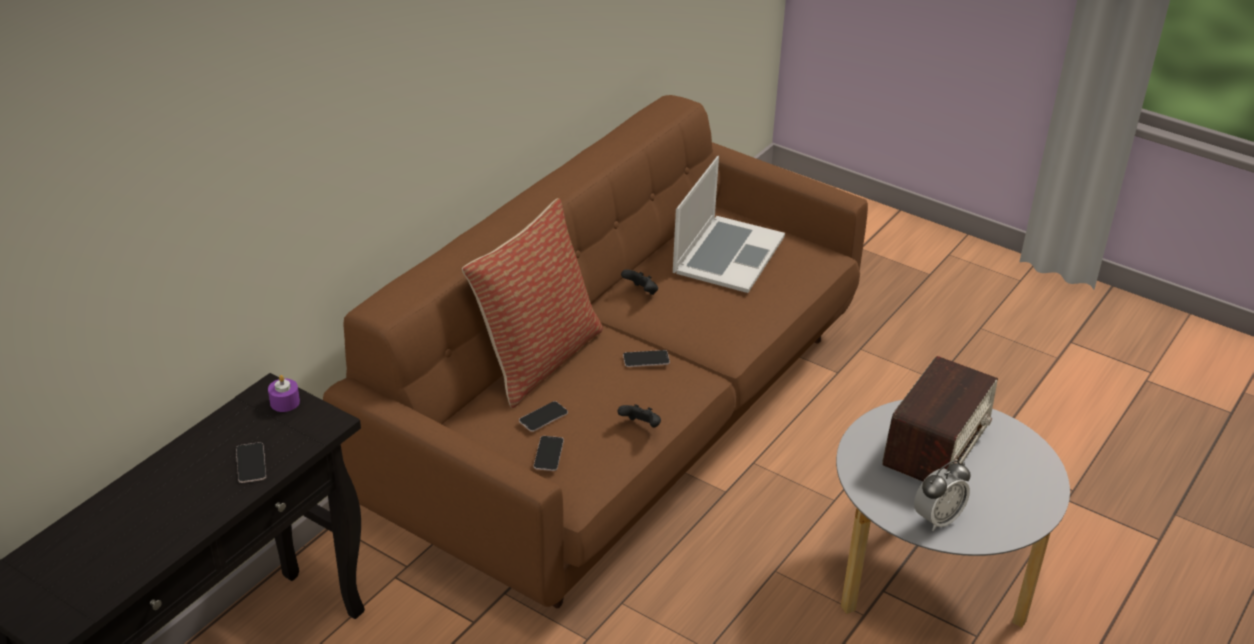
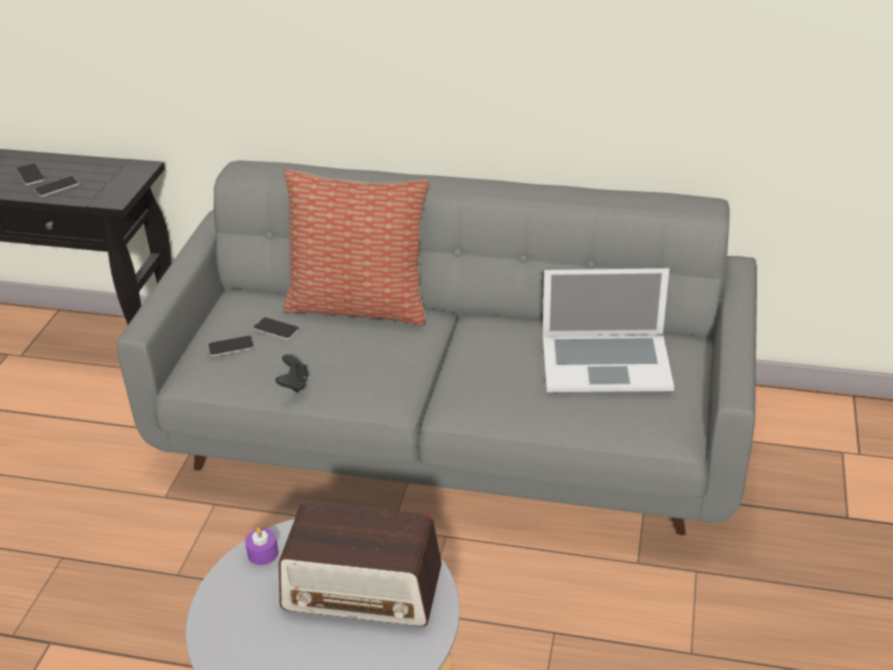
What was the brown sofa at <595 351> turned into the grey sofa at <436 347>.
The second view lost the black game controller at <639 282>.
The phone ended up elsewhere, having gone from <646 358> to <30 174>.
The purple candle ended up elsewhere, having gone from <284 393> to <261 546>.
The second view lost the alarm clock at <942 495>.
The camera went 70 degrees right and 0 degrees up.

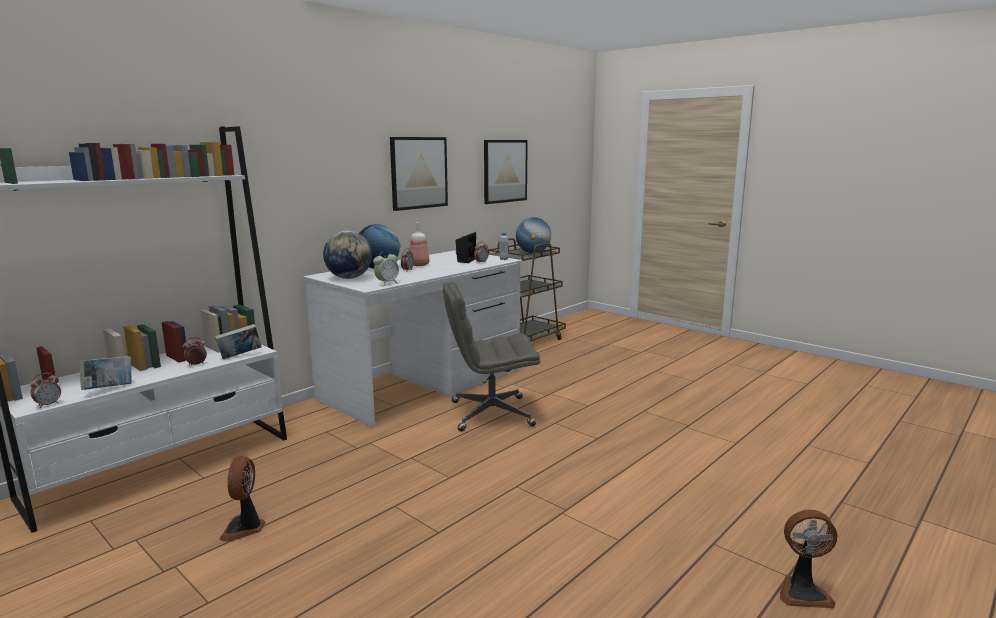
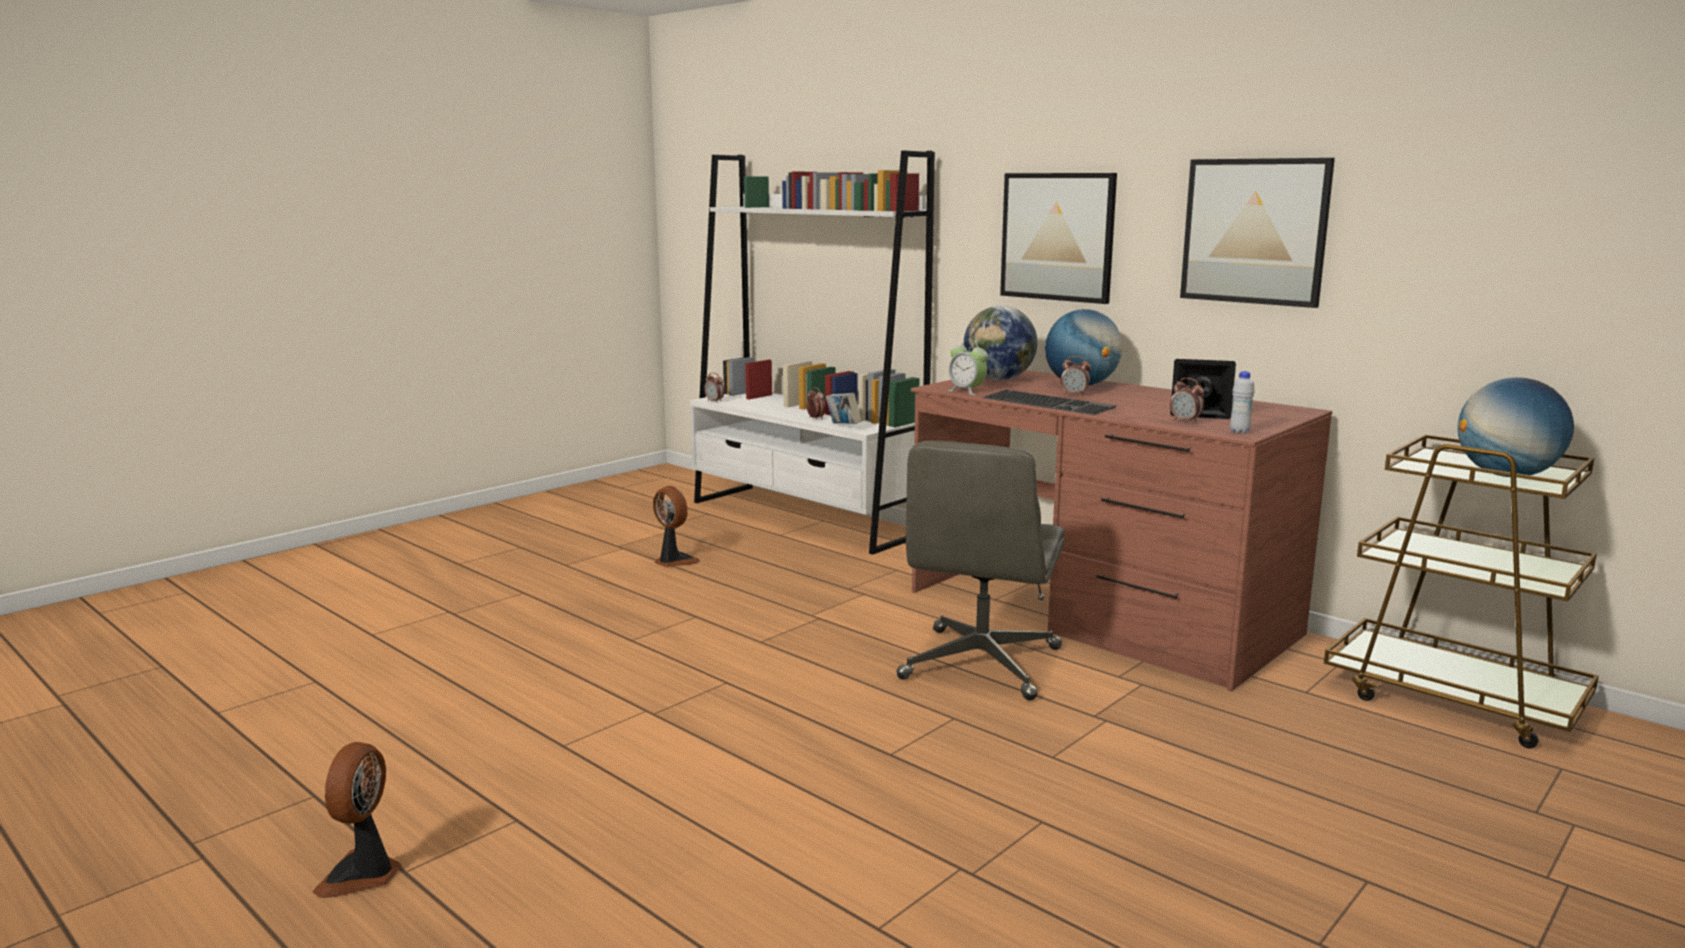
The picture ended up elsewhere, having gone from <506 172> to <1058 238>.
The second view lost the bottle at <419 244>.
What was the white desk at <412 339> turned into the brown desk at <1121 530>.
The grey office chair at <491 356> ended up facing another way, 150 degrees counterclockwise from before.
The second view lost the book at <105 373>.
The fan at <242 499> ended up facing another way, 45 degrees clockwise from before.
The second view gained the keyboard at <1049 402>.
The camera went 90 degrees right and 0 degrees up.

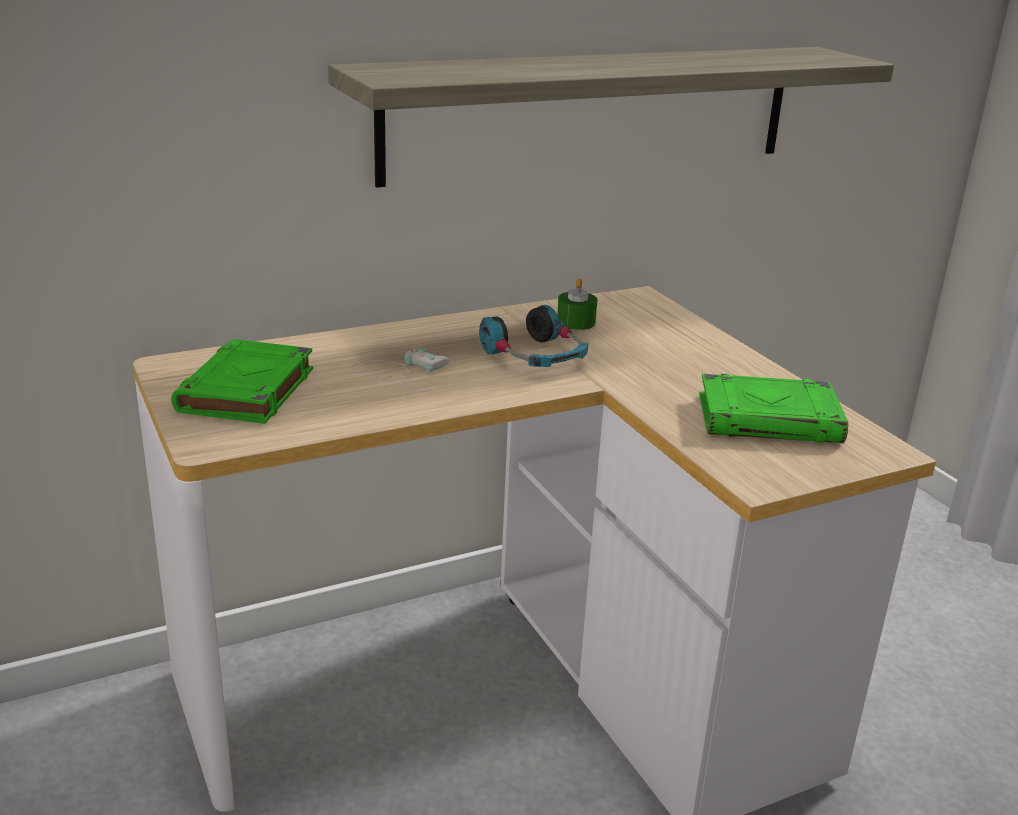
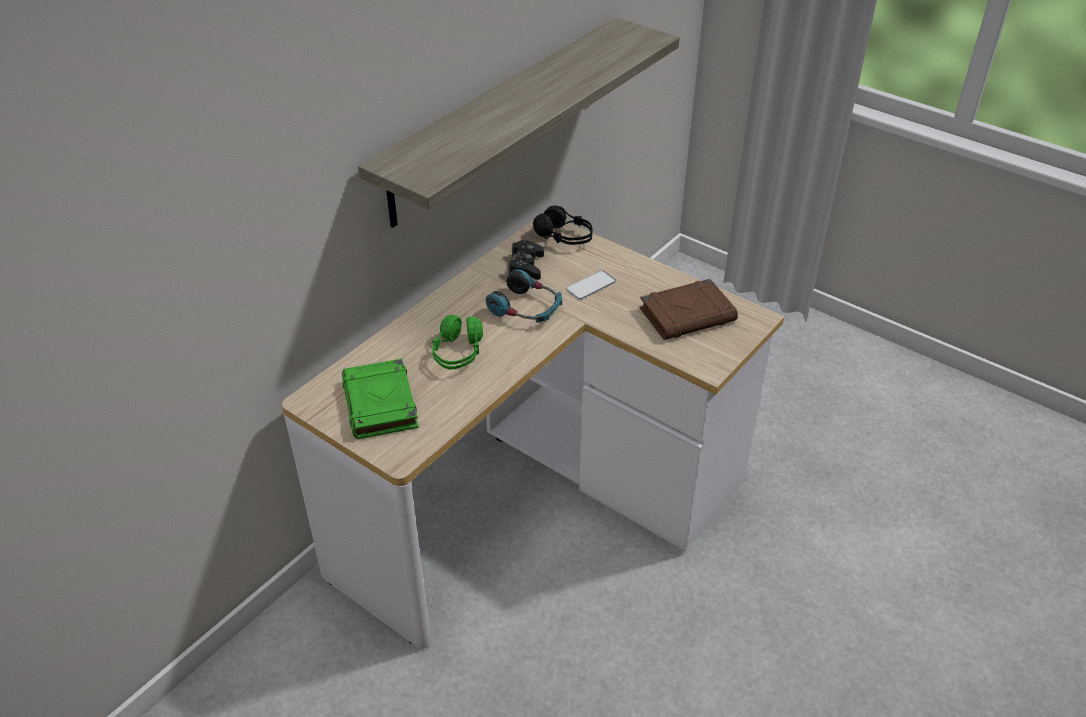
Where the green candle stood at <577 304>, the black game controller came to stand at <526 260>.
Where the white game controller stood at <399 370>, the green headphones came to stand at <457 342>.
What was the green book at <773 408> turned into the brown book at <688 309>.
The second view gained the black headphones at <563 225>.
The second view gained the phone at <591 284>.
The camera went 25 degrees left and 15 degrees up.

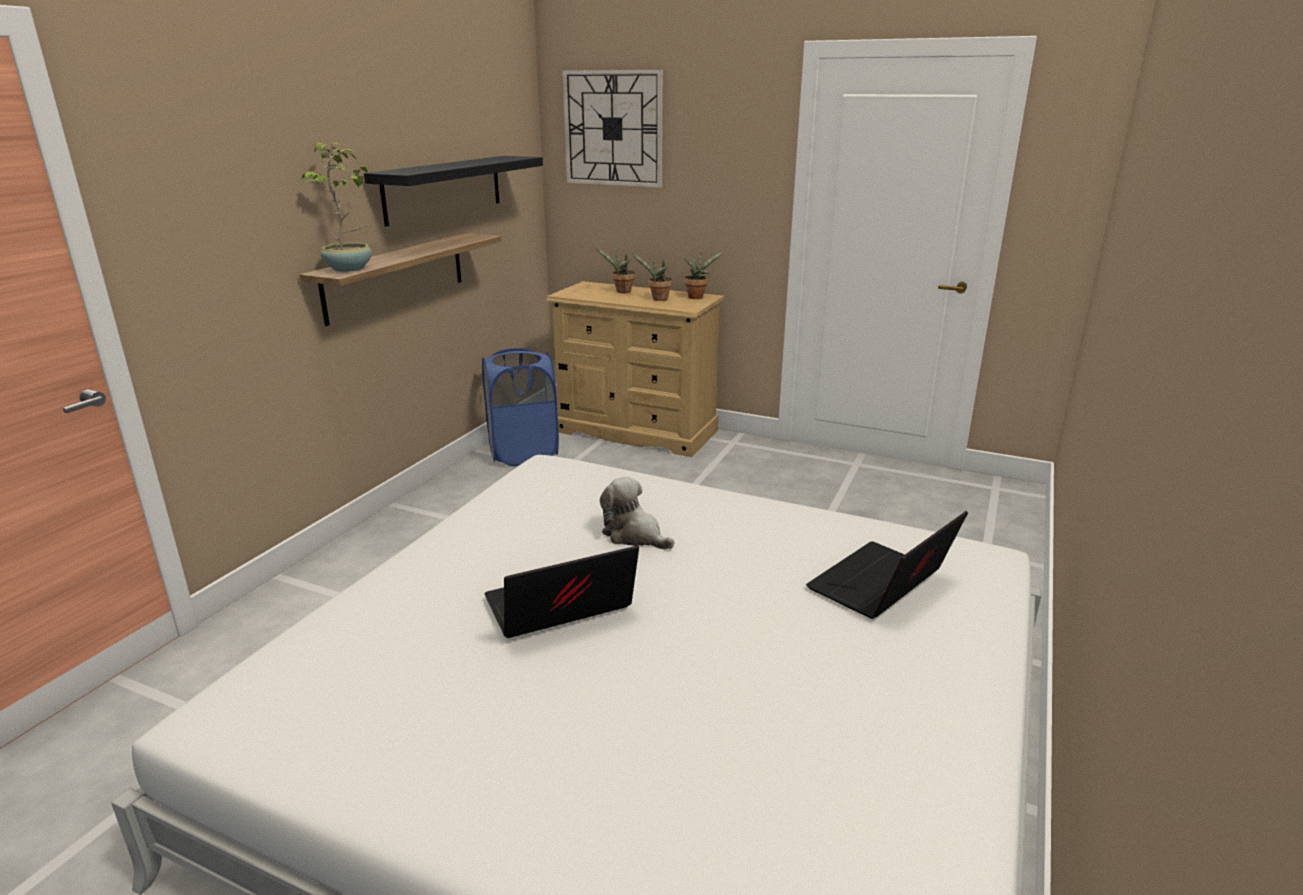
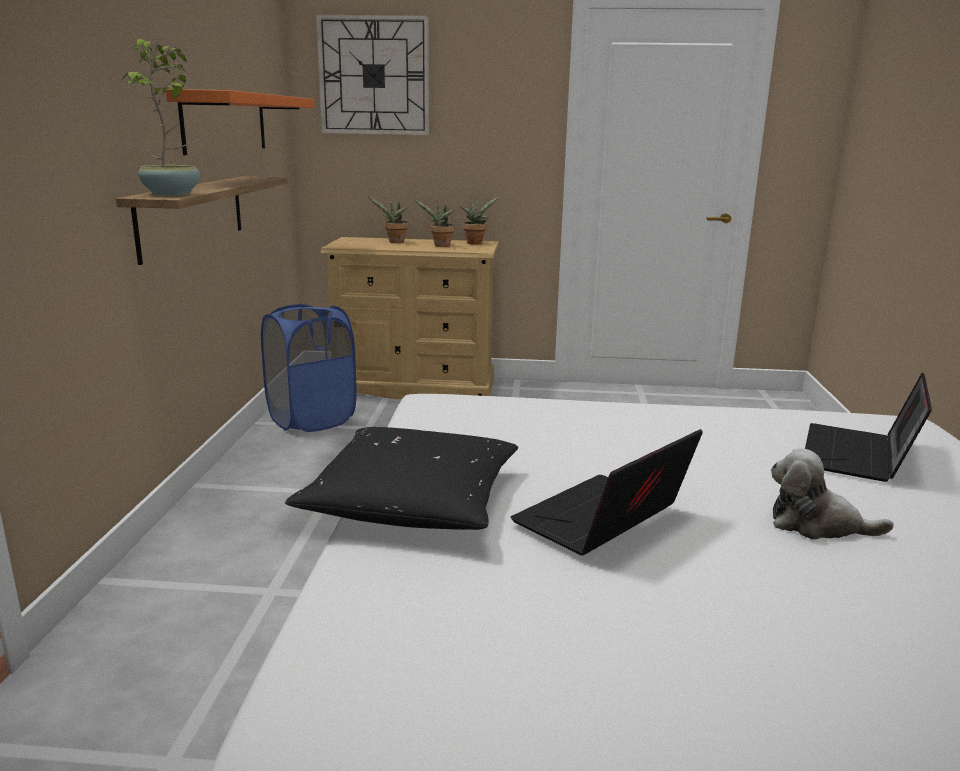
What was the black shelf at <453 191> turned into the orange shelf at <240 122>.
The plush toy ended up elsewhere, having gone from <637 513> to <832 493>.
The second view gained the black pillow at <401 478>.
The camera went 20 degrees left and 5 degrees down.

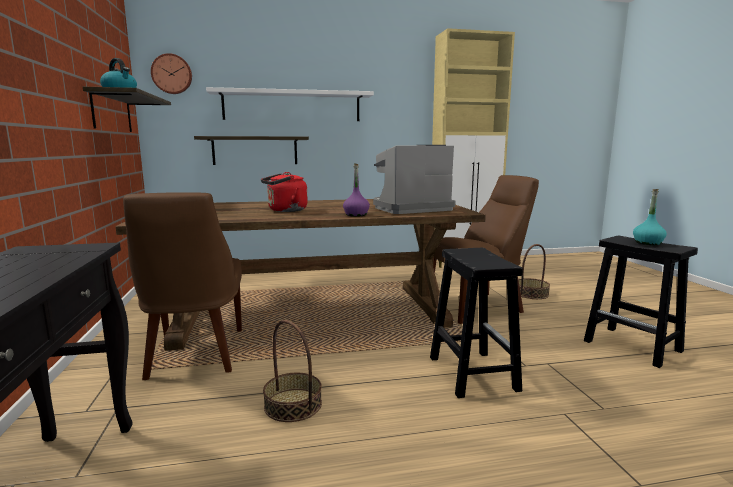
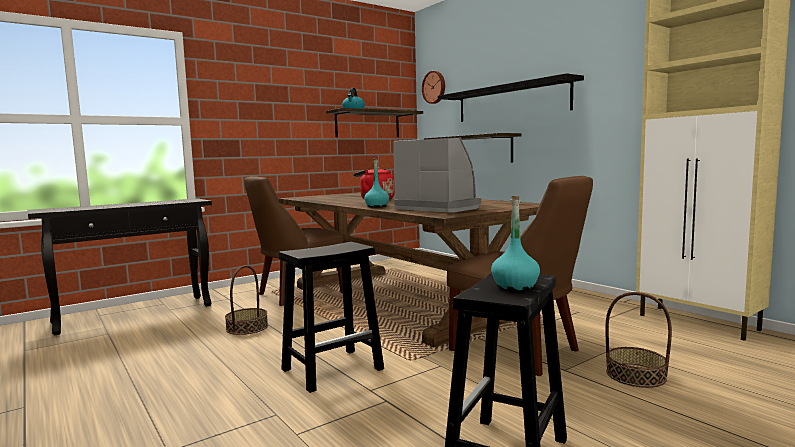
What was the white shelf at <290 104> turned into the black shelf at <511 97>.
What was the purple bottle at <356 190> turned into the turquoise bottle at <376 183>.
The camera went 65 degrees right and 5 degrees down.

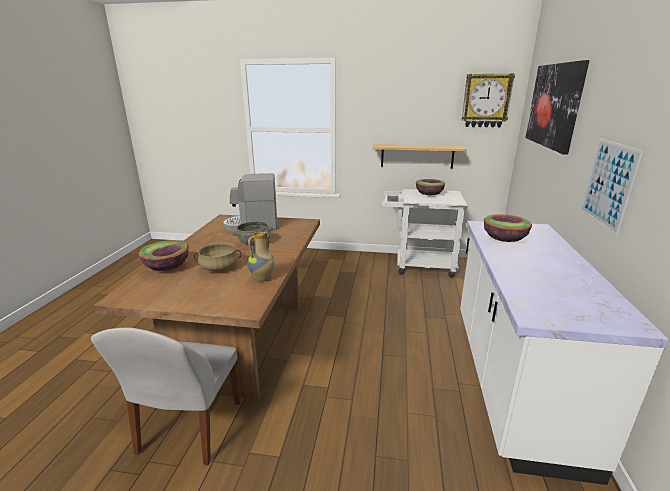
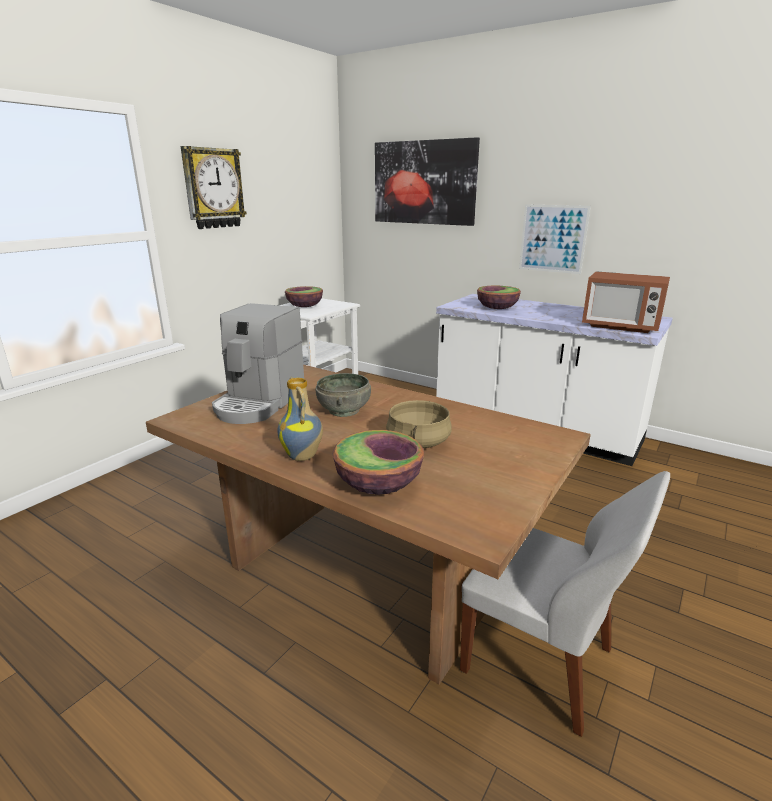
The wall clock ended up elsewhere, having gone from <488 100> to <214 187>.
The second view lost the shelf at <419 156>.
The vase ended up elsewhere, having gone from <261 257> to <300 419>.
The second view gained the microwave at <626 302>.
The camera went 65 degrees left and 0 degrees up.

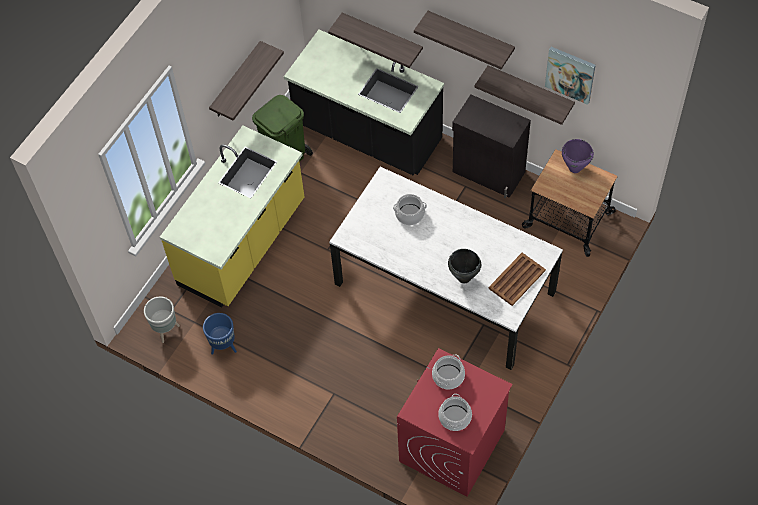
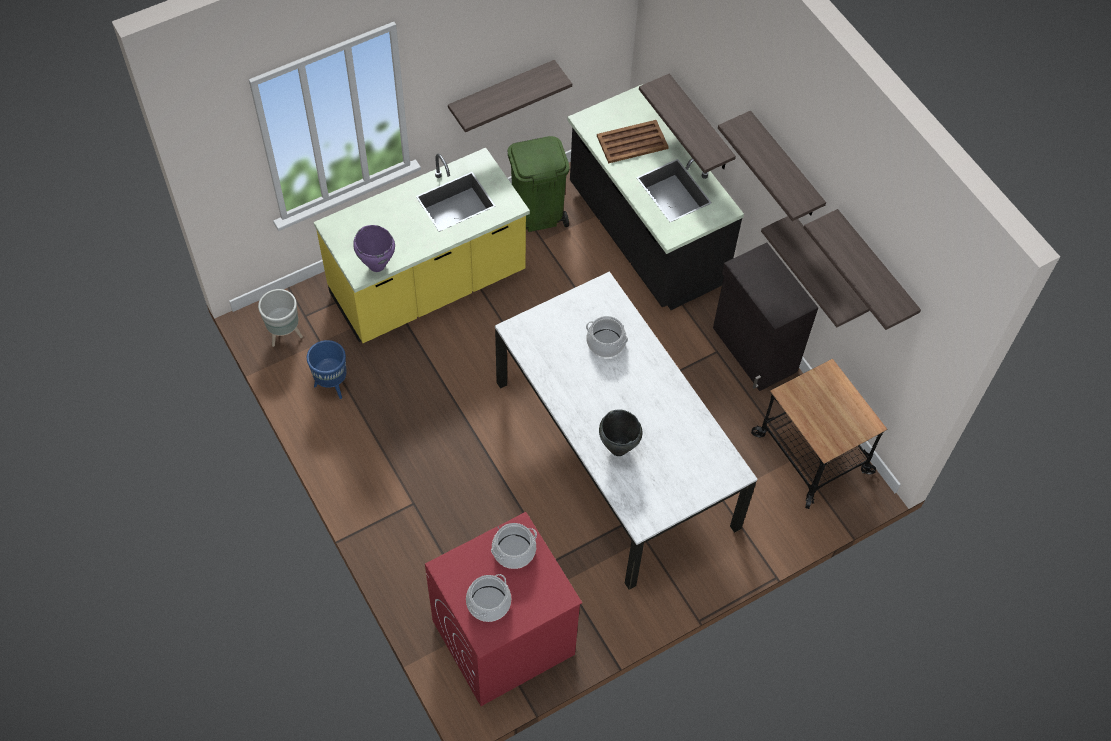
Where the picture hung at <570 76>, the shelf came to hang at <862 269>.
The purple cooking pot ended up elsewhere, having gone from <578 156> to <374 248>.
The brown tray ended up elsewhere, having gone from <517 279> to <633 142>.
The camera went 25 degrees right and 0 degrees up.

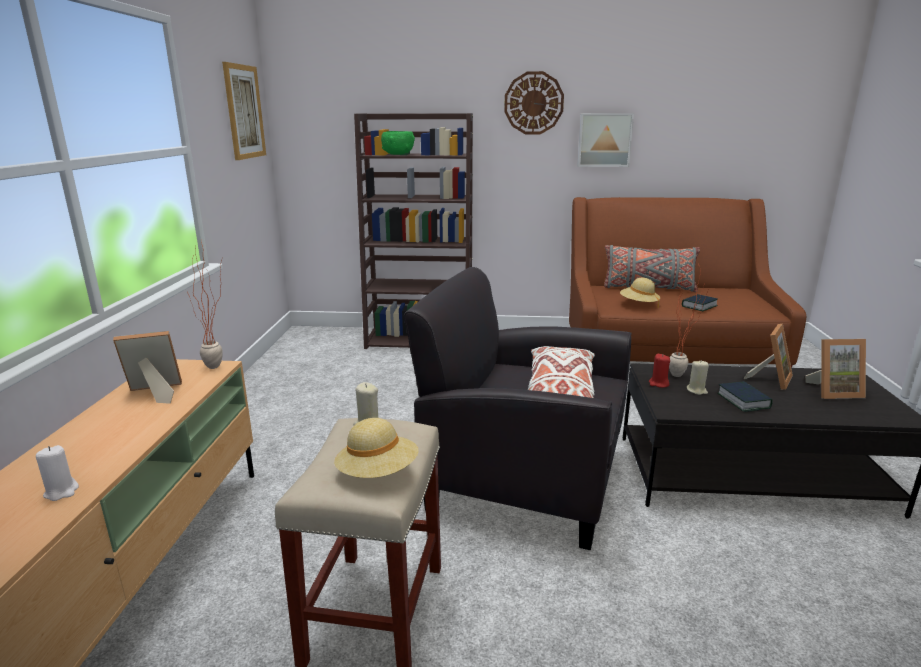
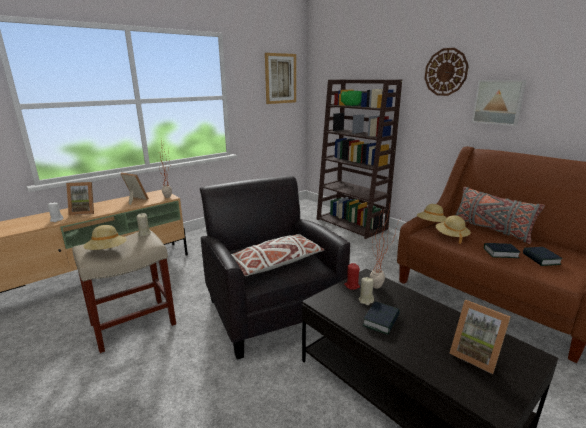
The picture frame ended up elsewhere, having gone from <768 357> to <80 198>.
The second view gained the beige hat at <432 213>.
The second view gained the book at <543 256>.
The camera went 45 degrees right and 0 degrees up.

